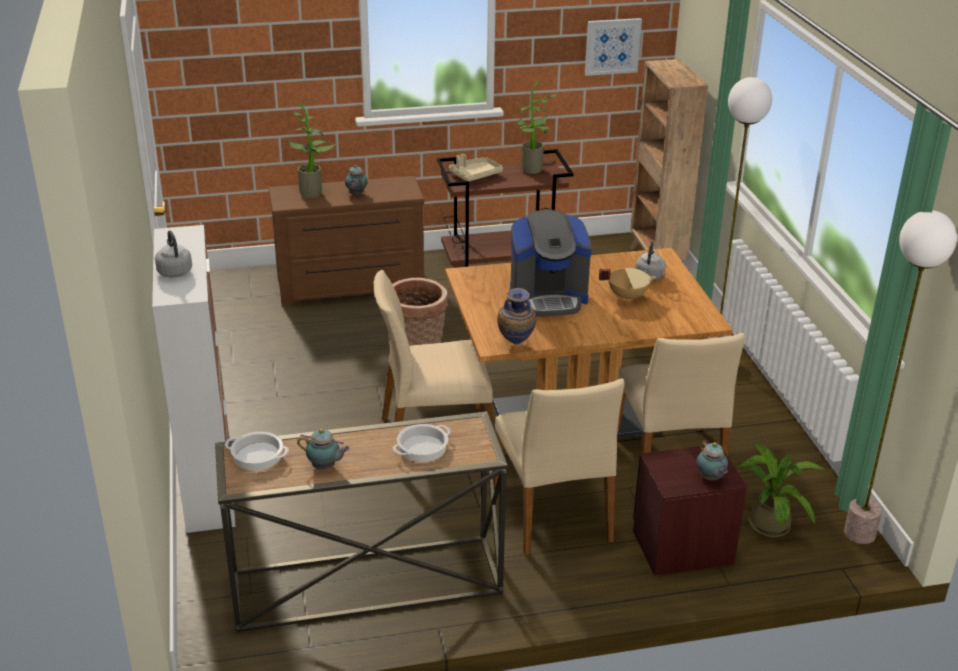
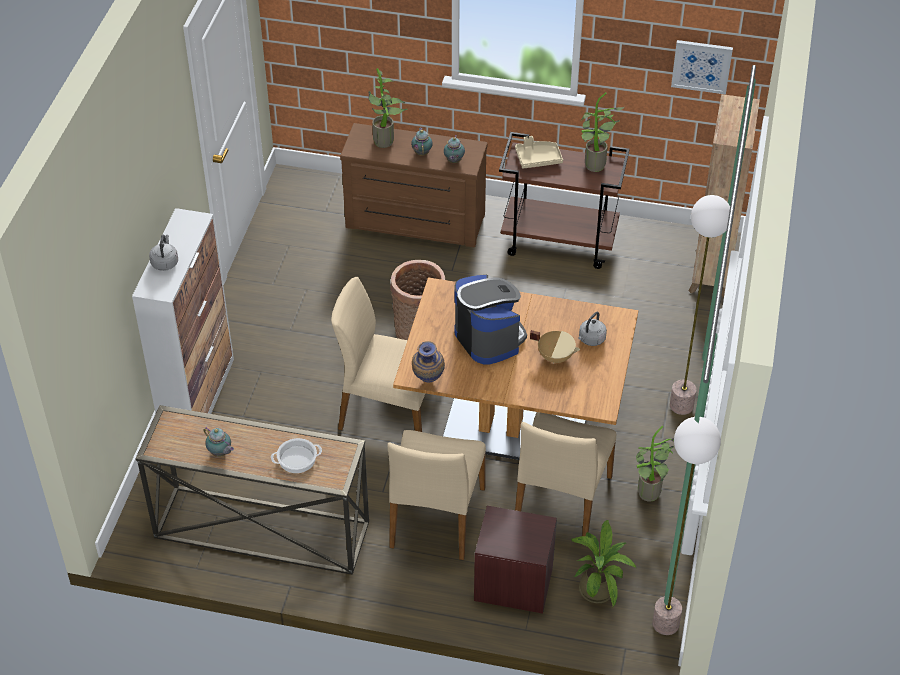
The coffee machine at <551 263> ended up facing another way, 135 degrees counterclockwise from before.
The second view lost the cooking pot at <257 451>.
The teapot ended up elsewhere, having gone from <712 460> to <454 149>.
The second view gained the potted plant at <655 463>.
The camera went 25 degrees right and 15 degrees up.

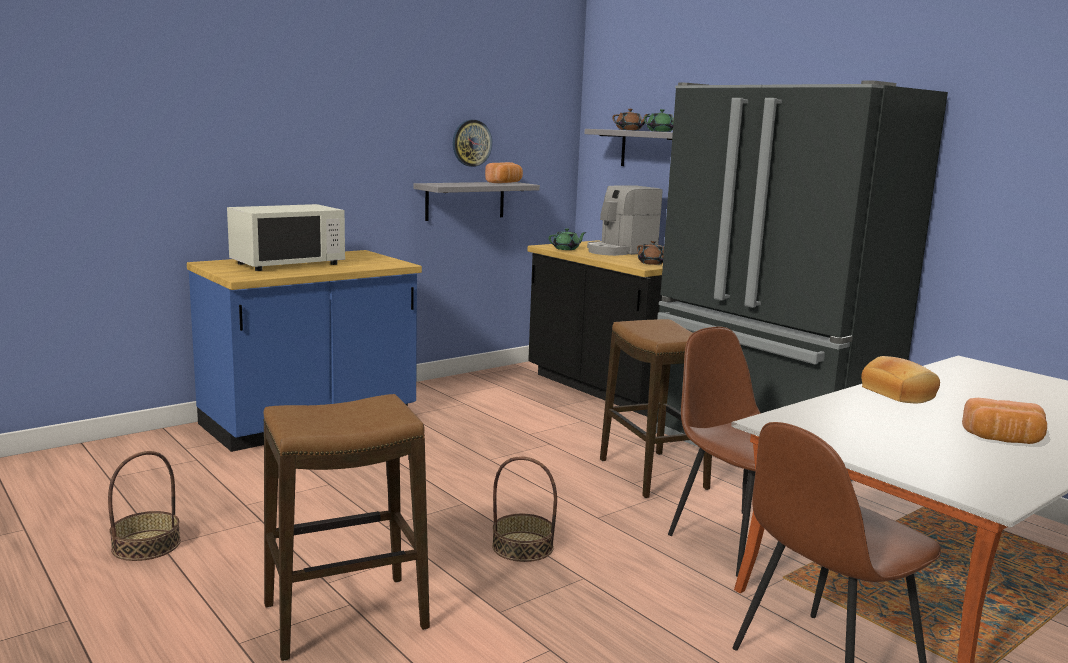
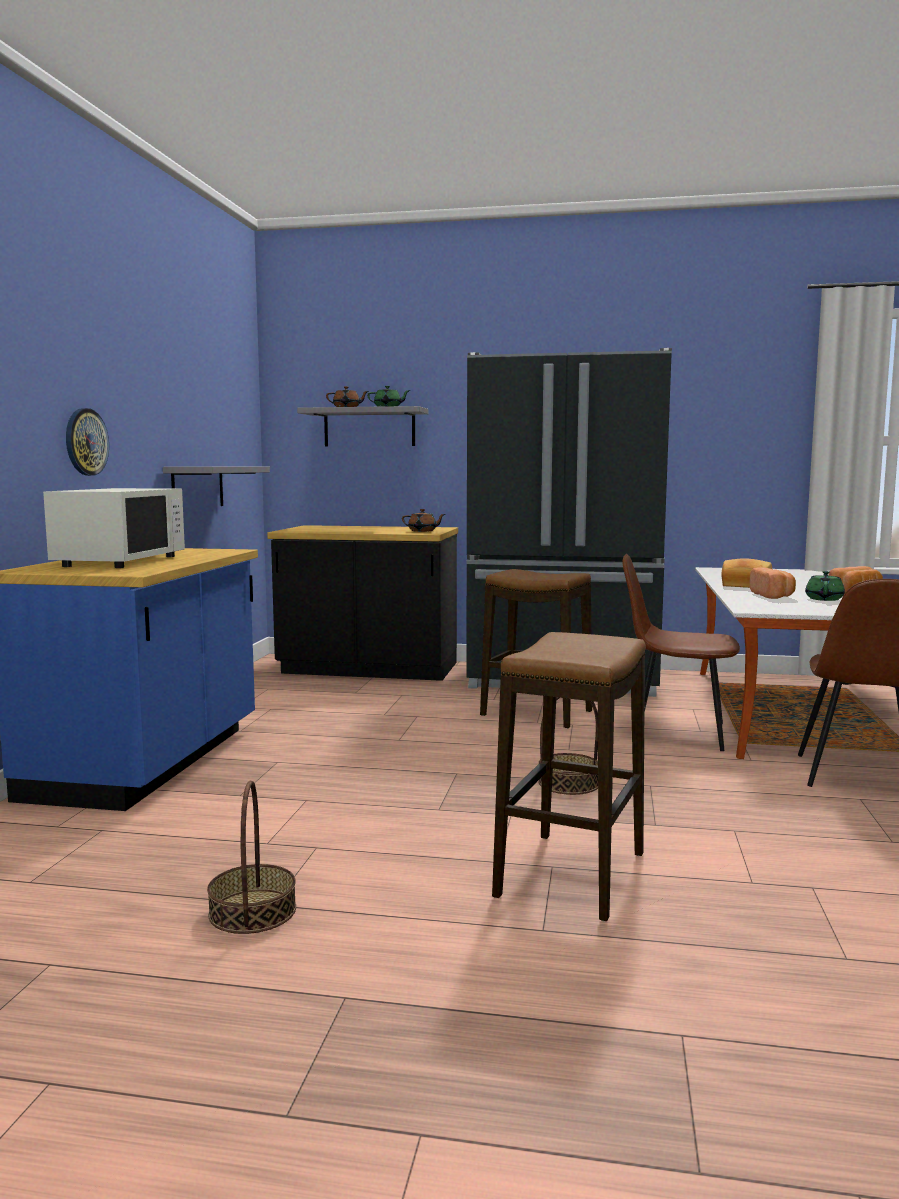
The wall clock ended up elsewhere, having gone from <472 143> to <87 442>.
The bread ended up elsewhere, having gone from <504 172> to <772 583>.
The second view lost the coffee machine at <624 220>.
The green teapot ended up elsewhere, having gone from <567 239> to <825 586>.
The camera went 40 degrees left and 5 degrees down.

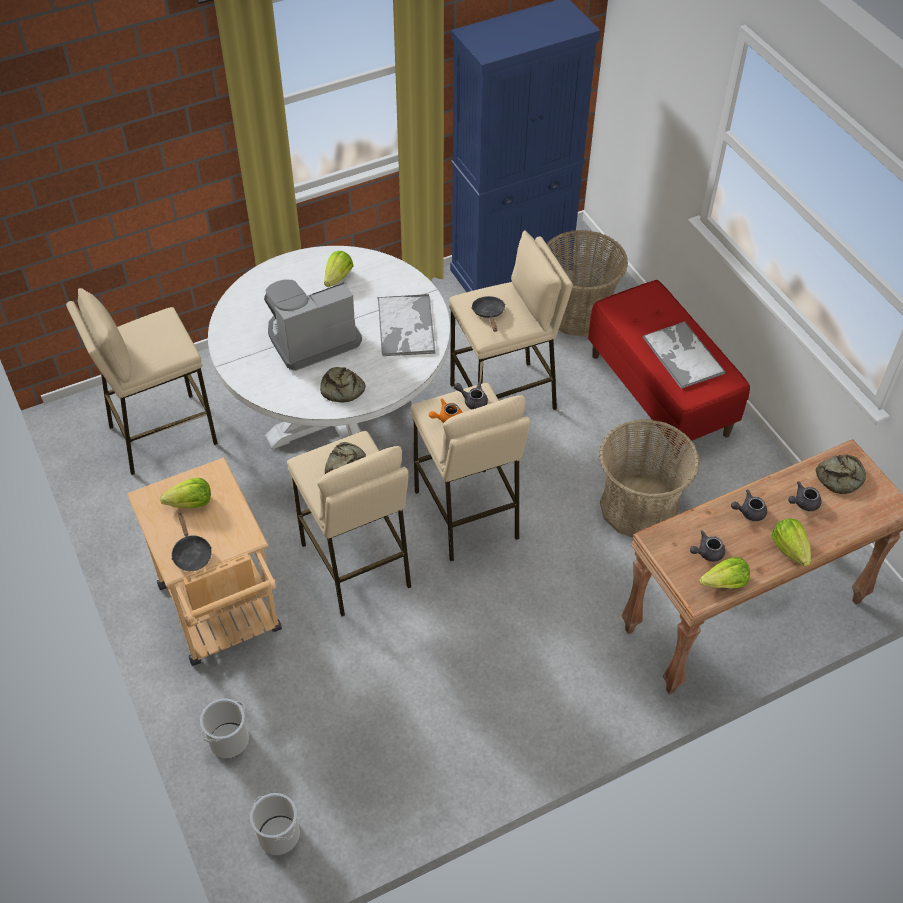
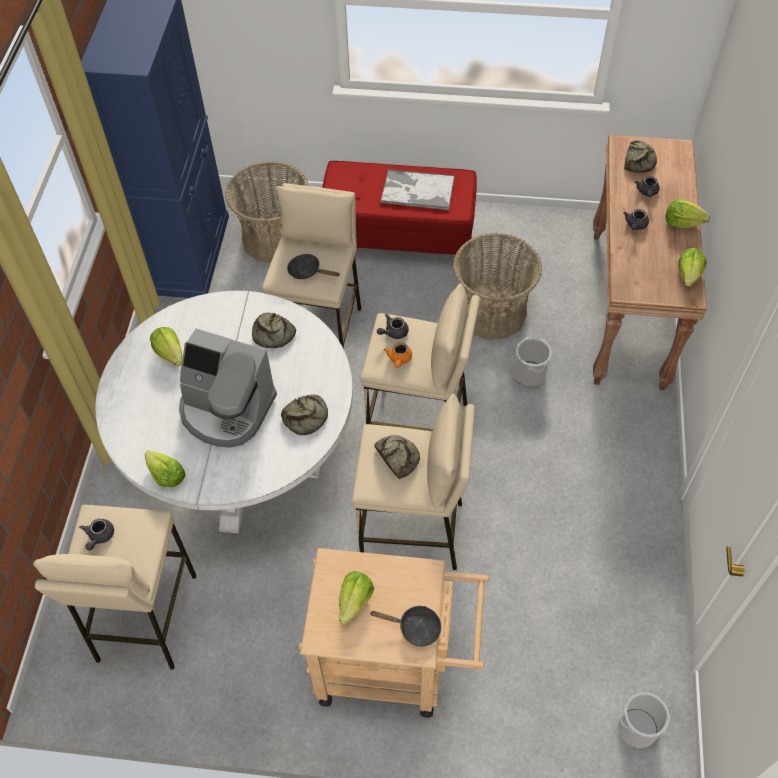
The coffee machine at <313 325> ended up facing another way, 75 degrees counterclockwise from before.
Where the tray stood at <406 325>, the bread came to stand at <274 330>.
The grey teapot ended up elsewhere, having gone from <707 546> to <96 535>.
The bucket ended up elsewhere, having gone from <224 728> to <533 362>.
The second view gained the lettuce at <165 468>.
The camera went 55 degrees left and 5 degrees up.

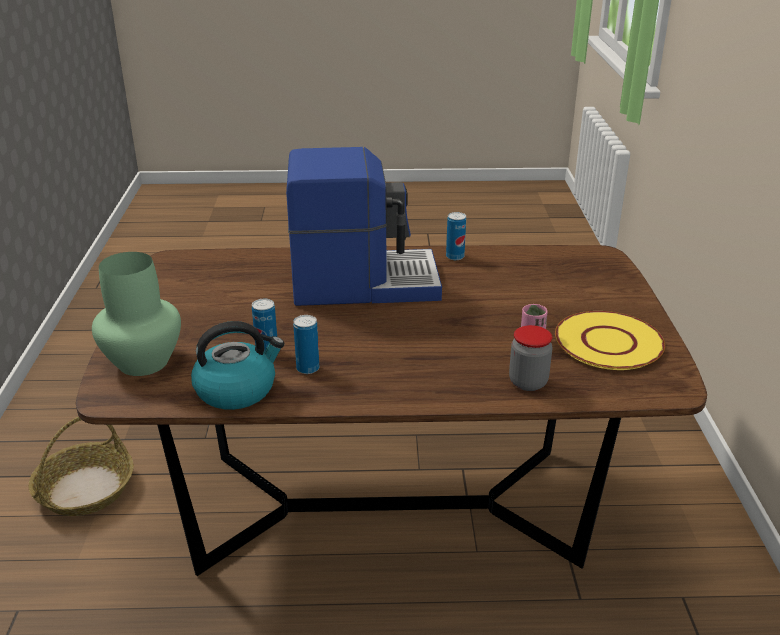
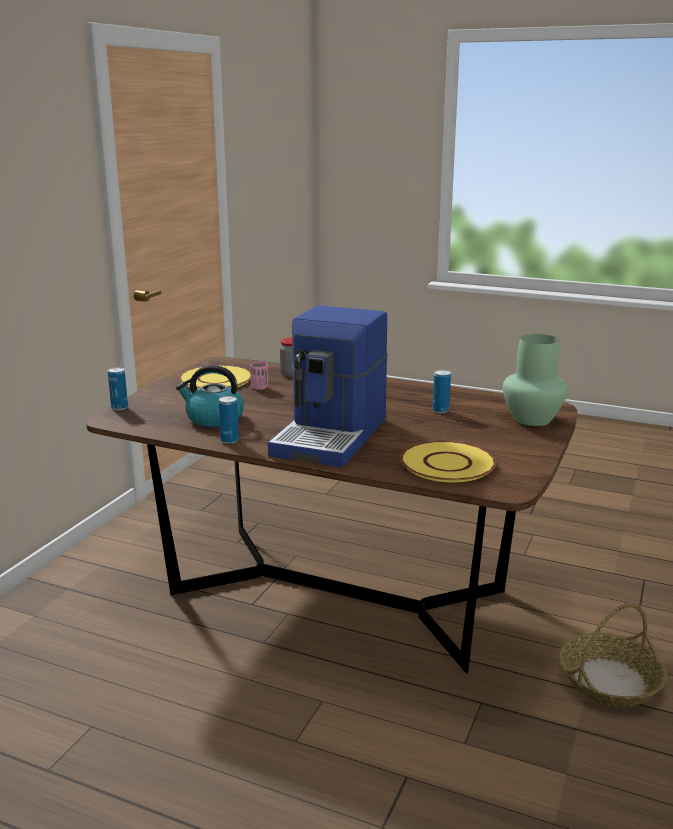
The coffee machine at <364 226> ended up facing another way, 90 degrees counterclockwise from before.
The can ended up elsewhere, having gone from <306 344> to <118 388>.
The kettle ended up elsewhere, having gone from <237 365> to <210 396>.
The second view gained the yellow plate at <448 461>.
The camera went 155 degrees left and 10 degrees down.

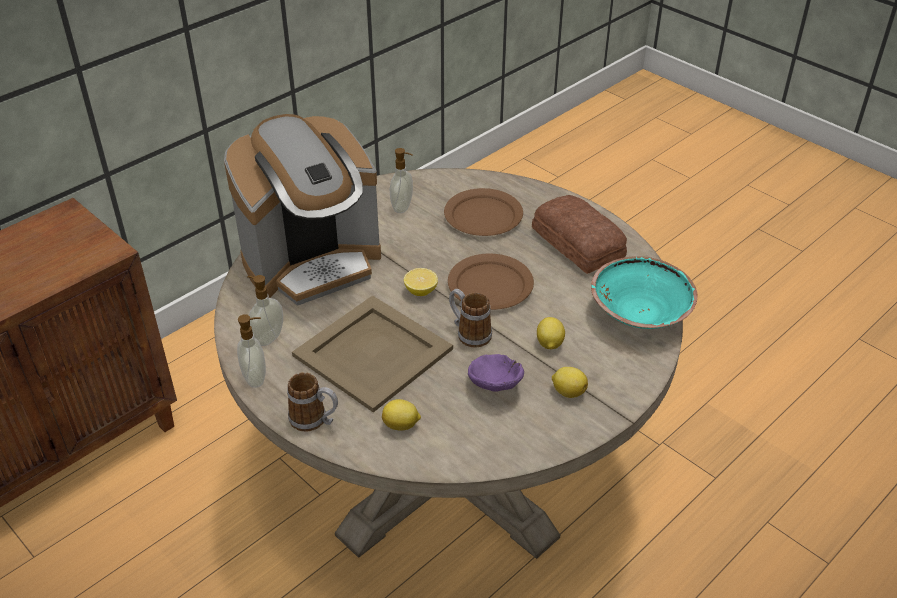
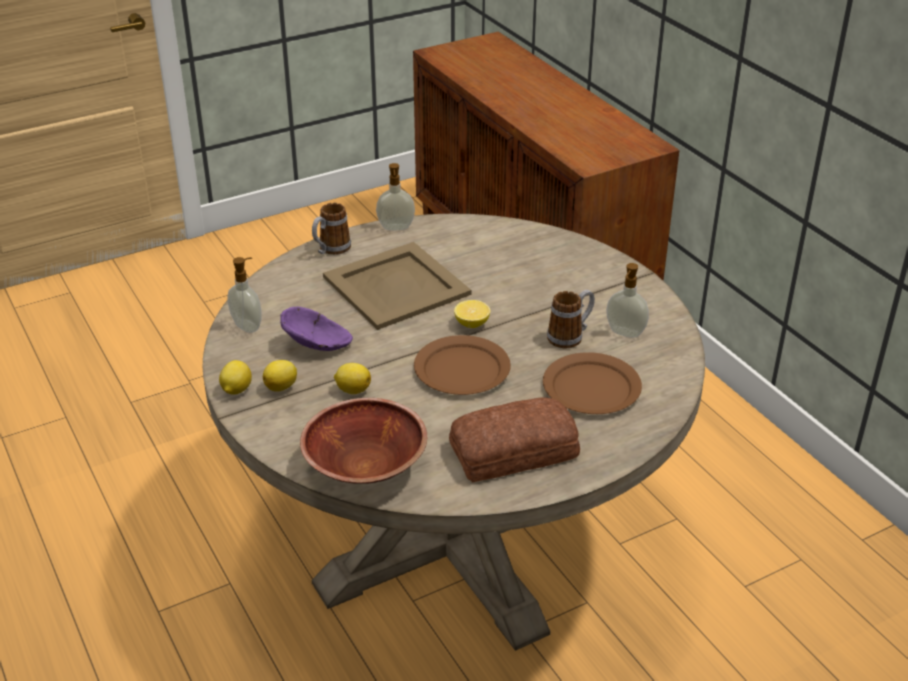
The second view lost the coffee machine at <302 210>.
What was the turquoise bowl at <644 292> turned into the brown bowl at <363 441>.
The soap dispenser ended up elsewhere, having gone from <265 310> to <244 295>.
The mug ended up elsewhere, having gone from <470 318> to <571 319>.
The lemon ended up elsewhere, having gone from <401 414> to <235 377>.
The camera went 105 degrees right and 5 degrees down.

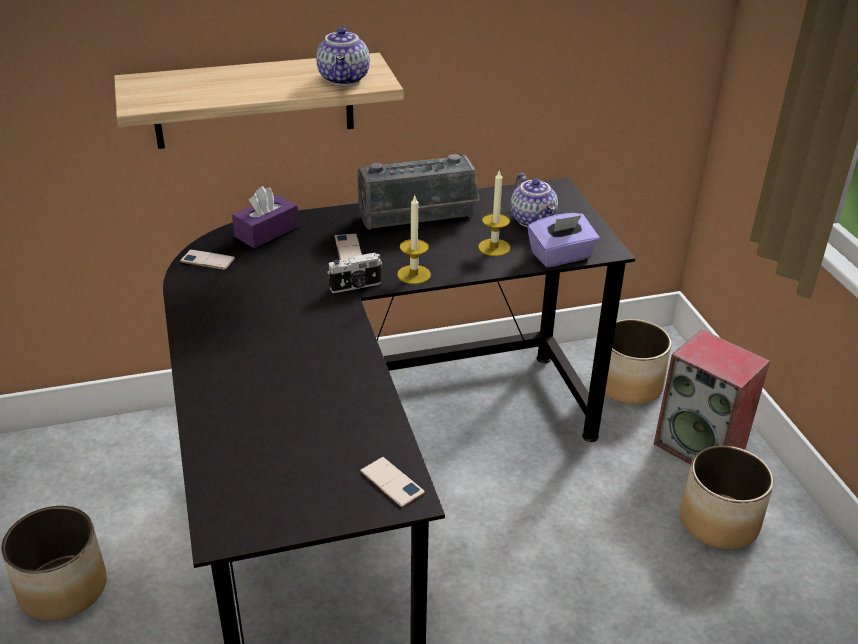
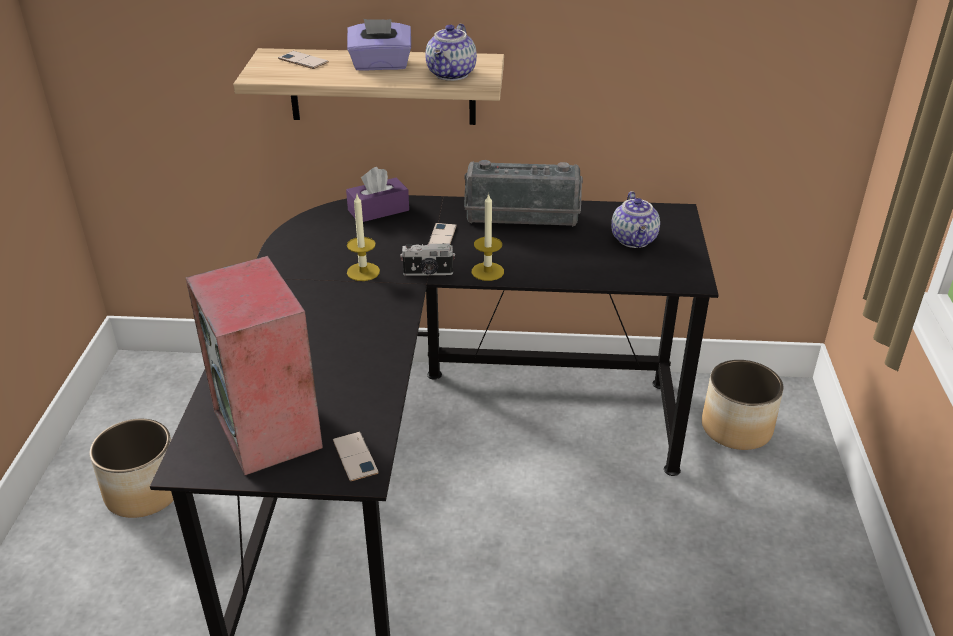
The candle ended up elsewhere, having gone from <494 212> to <363 238>.
The purple tissue box ended up elsewhere, having gone from <563 240> to <379 45>.
The phone ended up elsewhere, having gone from <207 259> to <303 60>.
The speaker ended up elsewhere, having gone from <712 397> to <254 365>.
The second view lost the planter at <727 497>.
The camera went 20 degrees right and 0 degrees up.

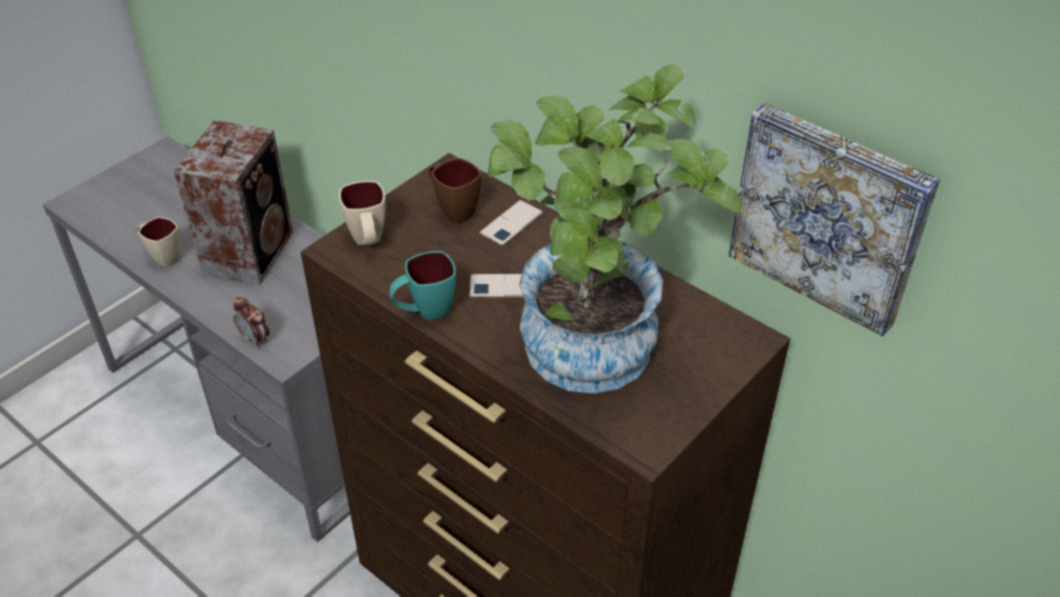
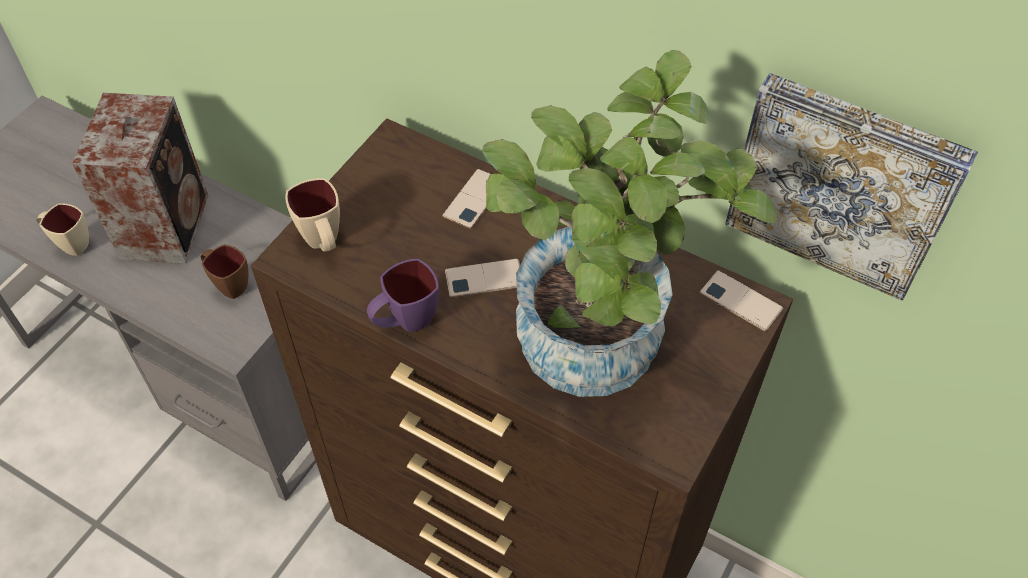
The brown mug ended up elsewhere, having gone from <455 190> to <224 271>.
What was the turquoise mug at <422 285> turned into the purple mug at <403 295>.
The second view lost the alarm clock at <251 322>.
The second view gained the phone at <741 301>.
The camera went 10 degrees left and 10 degrees up.

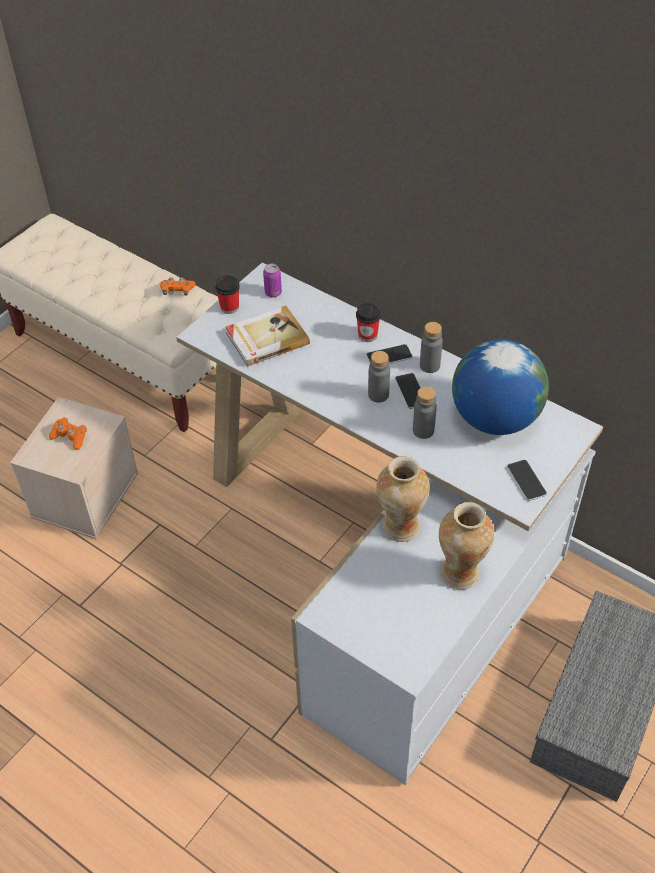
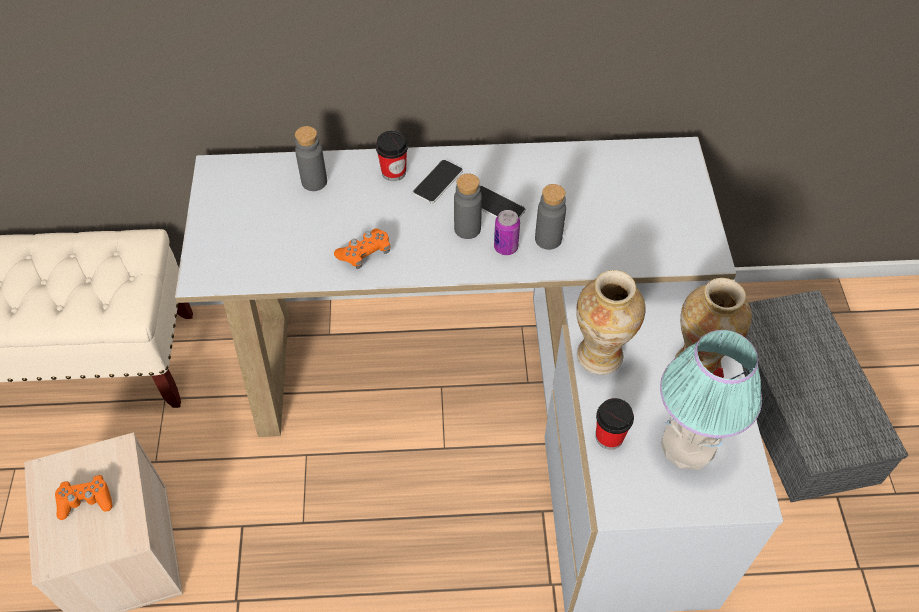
The can ended up elsewhere, having gone from <272 280> to <507 232>.
The cup ended up elsewhere, having gone from <227 294> to <615 424>.
The orange game controller ended up elsewhere, having gone from <178 286> to <362 248>.
The second view lost the book at <267 336>.
The grey bottle ended up elsewhere, having gone from <431 347> to <311 158>.
The second view lost the globe at <500 387>.
The second view lost the phone at <527 480>.
The second view gained the table lamp at <711 400>.
The camera went 40 degrees left and 5 degrees up.

